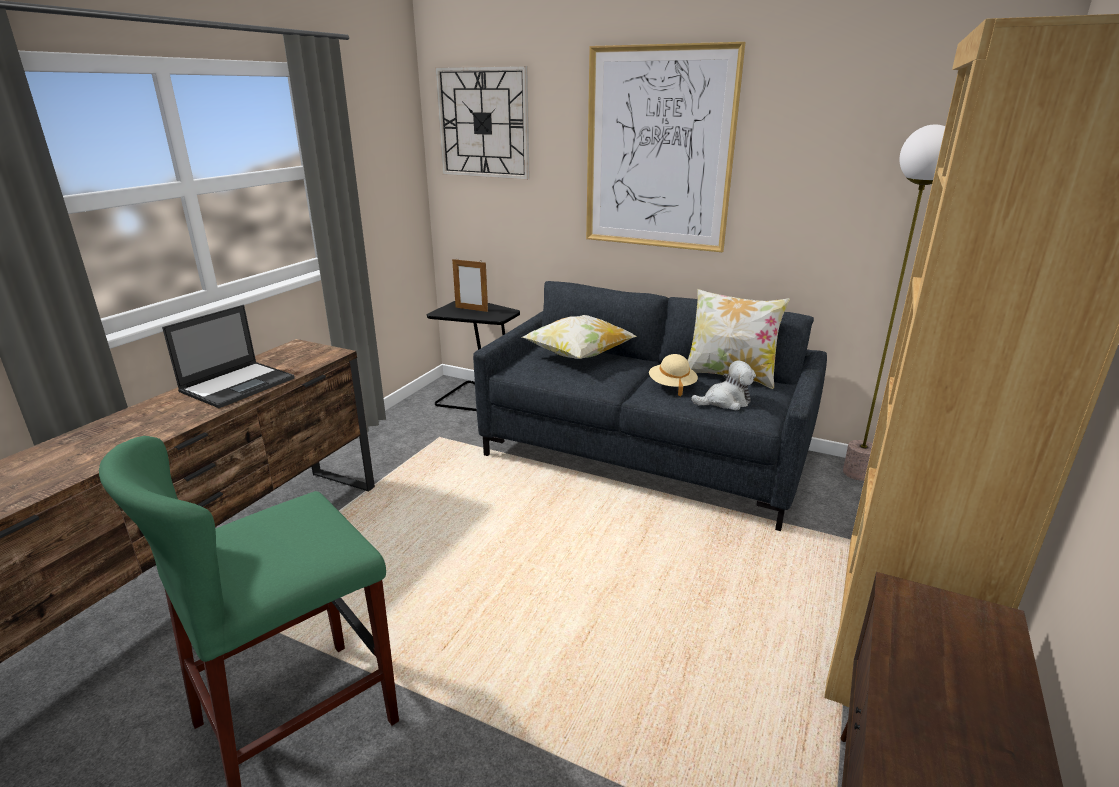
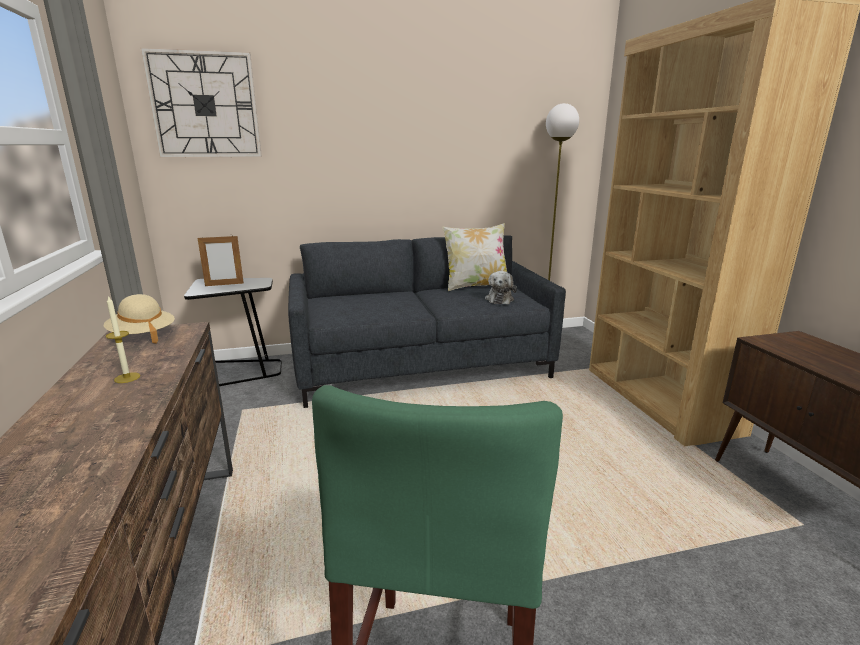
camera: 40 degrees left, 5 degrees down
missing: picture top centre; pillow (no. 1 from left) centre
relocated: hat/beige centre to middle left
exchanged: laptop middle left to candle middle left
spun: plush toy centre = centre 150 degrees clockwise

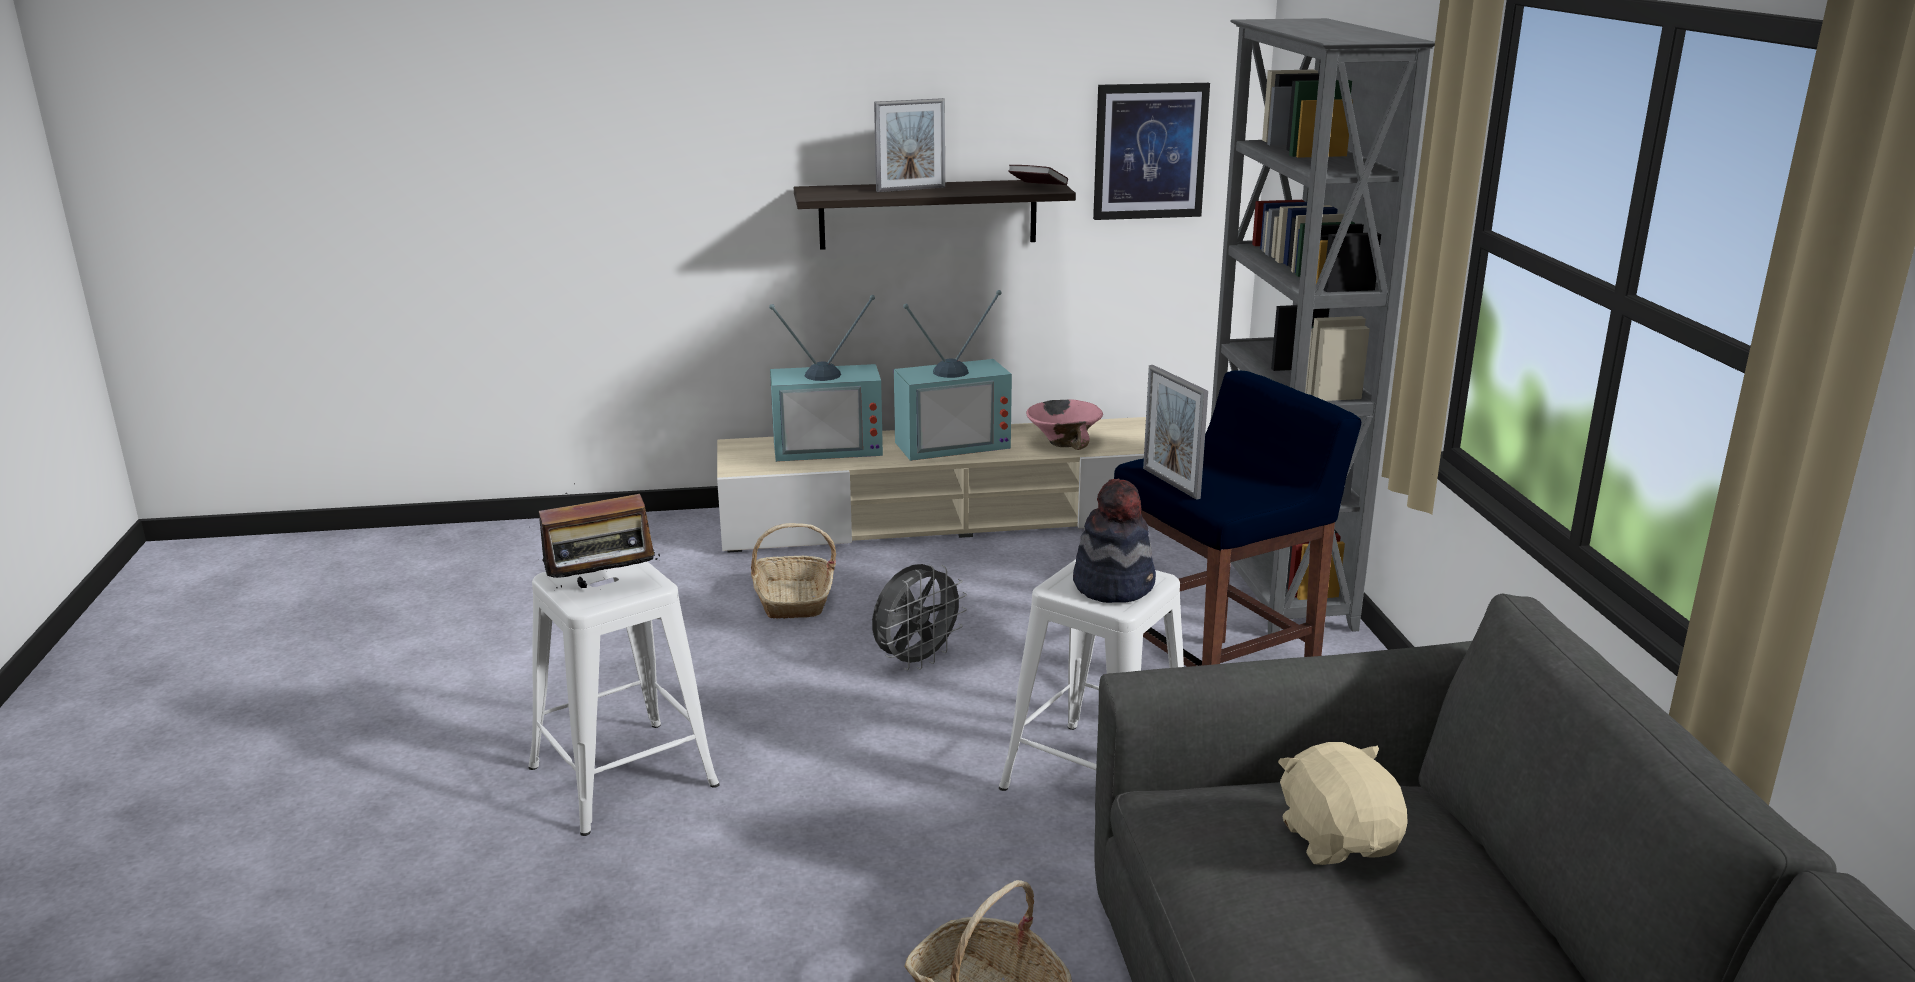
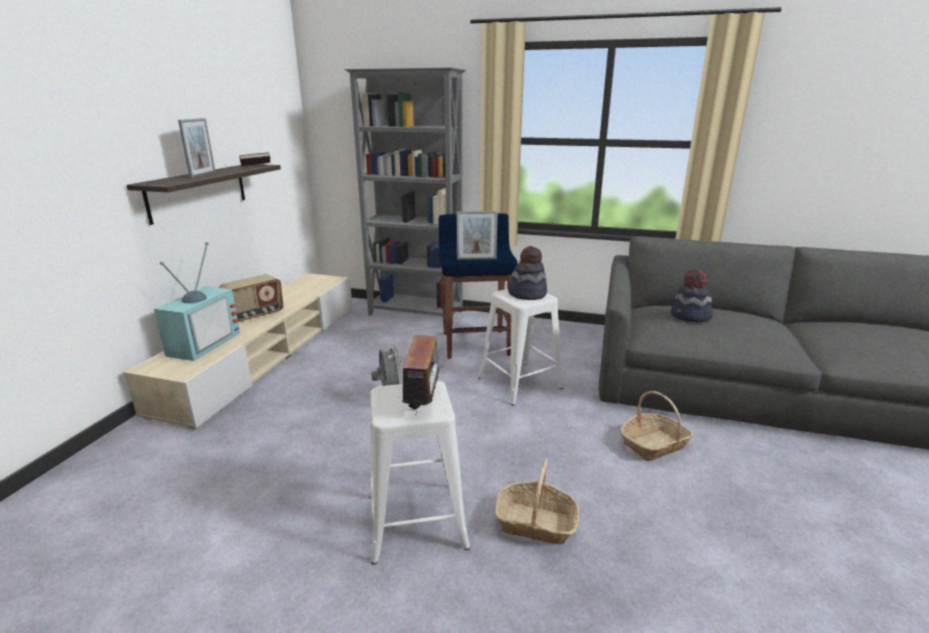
camera: 65 degrees left, 0 degrees up
missing: picture top centre; bowl/pink centre
relocated: basket (no. 1 from left) centre to bottom centre
exchanged: television (no. 2 from left) centre to radio (no. 1 from left) middle left; plush toy/beige bottom right to hat (no. 2 from left) middle right

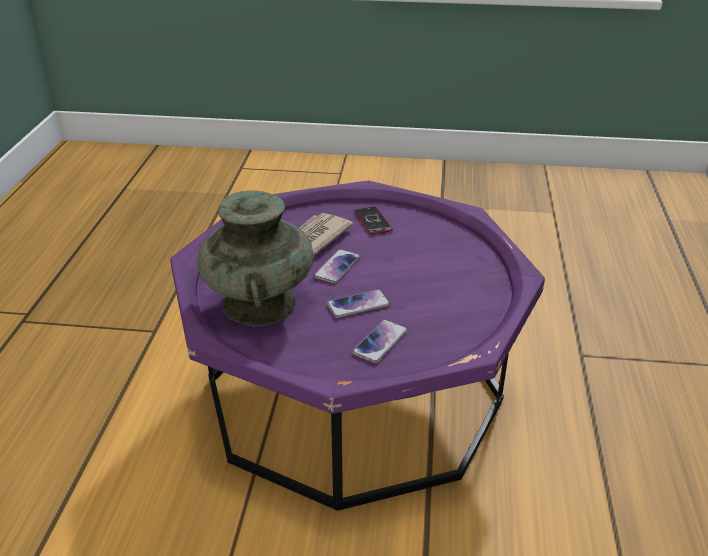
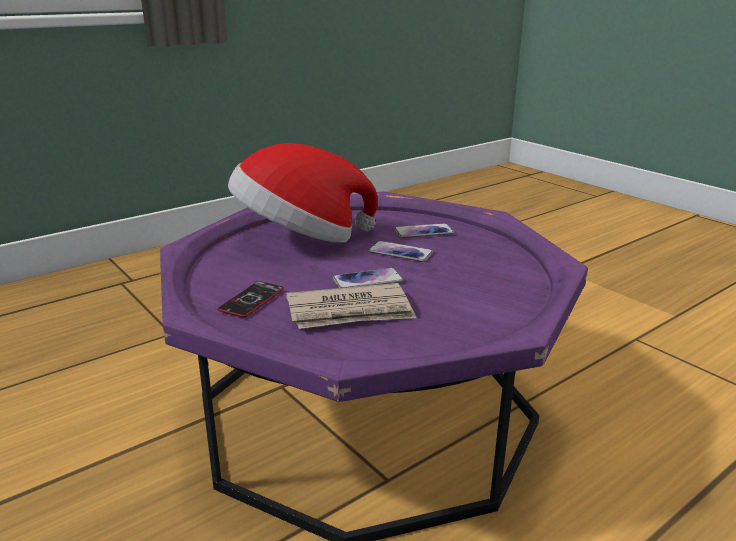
camera: 135 degrees left, 10 degrees down
missing: vase/turquoise centre
appeared: hat centre

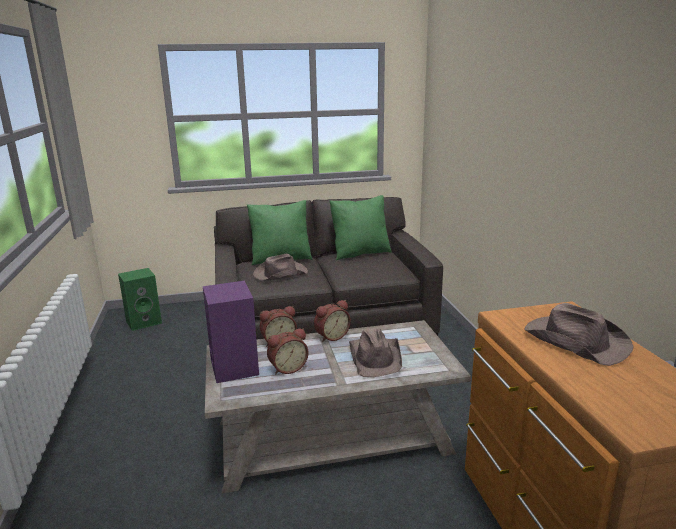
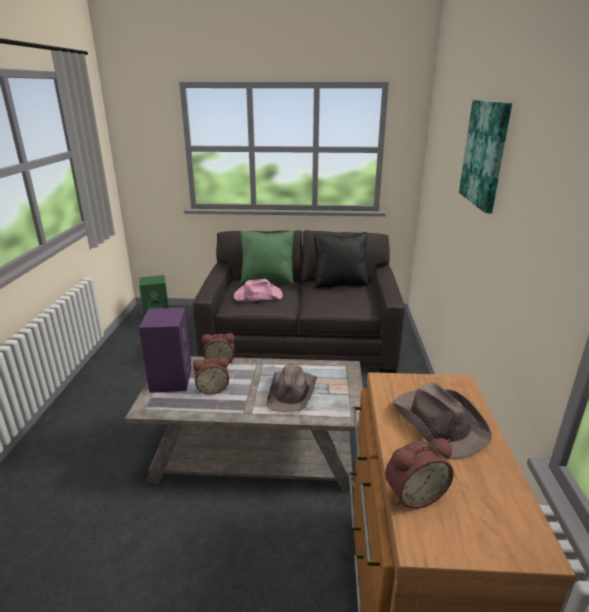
camera: 15 degrees right, 5 degrees up
appeared: picture top right
relocated: alarm clock (no. 3 from left) centre to bottom right
colour: pillow/green (no. 2 from left) centre to pillow/black centre; hat/brown (no. 1 from left) centre to hat/pink centre

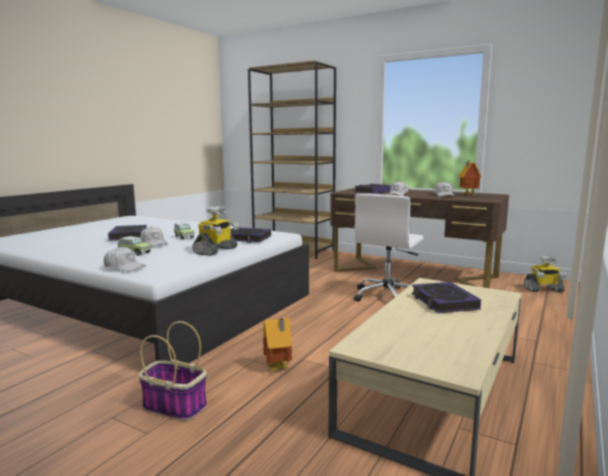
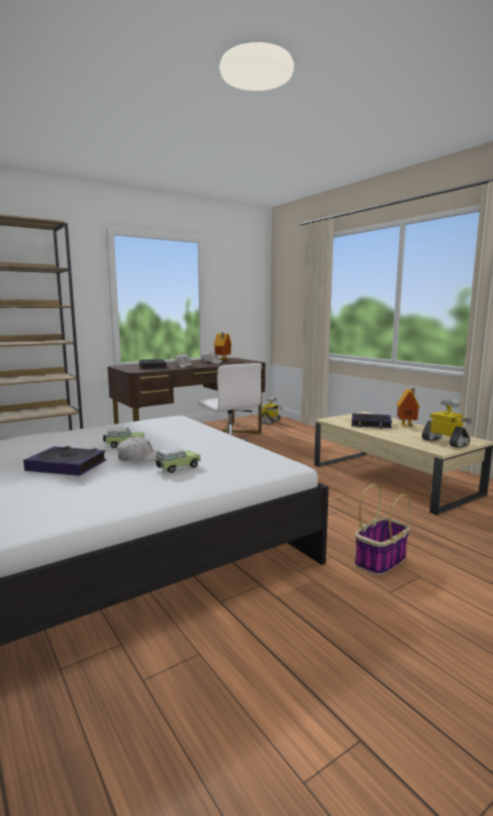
camera: 65 degrees left, 0 degrees up
missing: book (no. 2 from left) centre; cap/white (no. 1 from left) middle left
relocated: toy robot (no. 1 from left in the first image) centre to toy robot (no. 2 from left) middle right; toy house (no. 1 from left in the first image) bottom centre to toy house (no. 2 from left) middle right

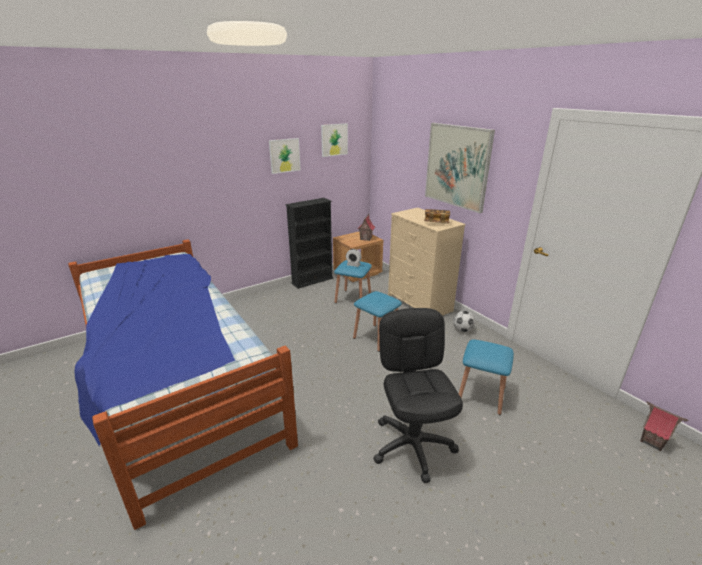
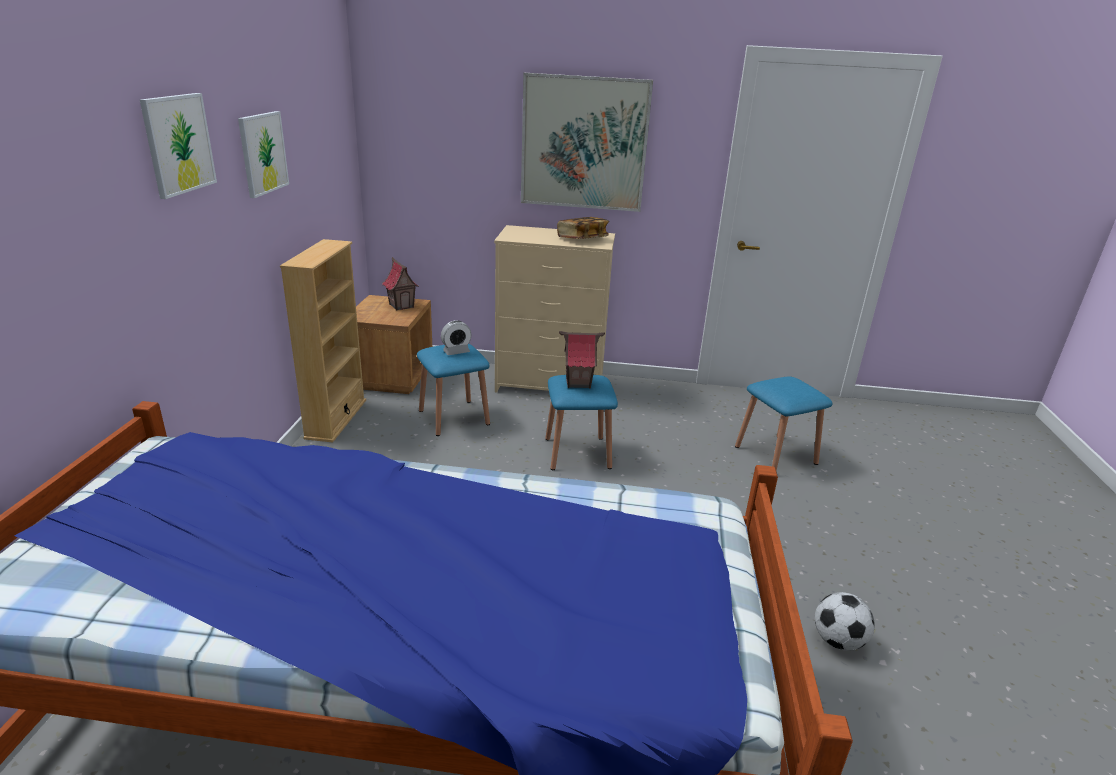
camera: 50 degrees left, 0 degrees up
missing: office chair/black bottom centre
relocated: picture (no. 2 from left in the first image) top centre to picture (no. 1 from left) top left; football centre to bottom right; toy house (no. 2 from left) bottom right to centre
colour: bookcase/black centre to bookcase/beige middle left

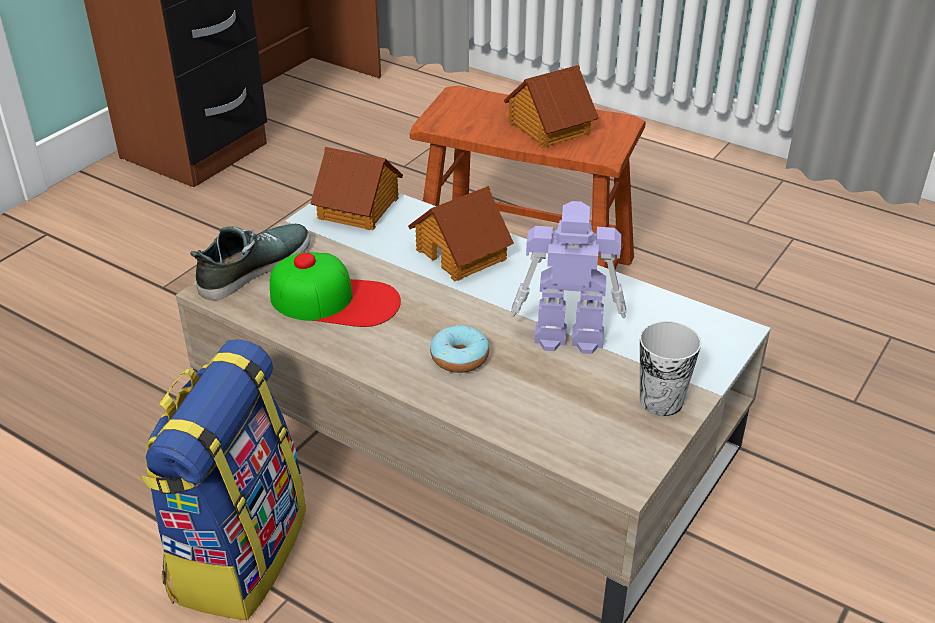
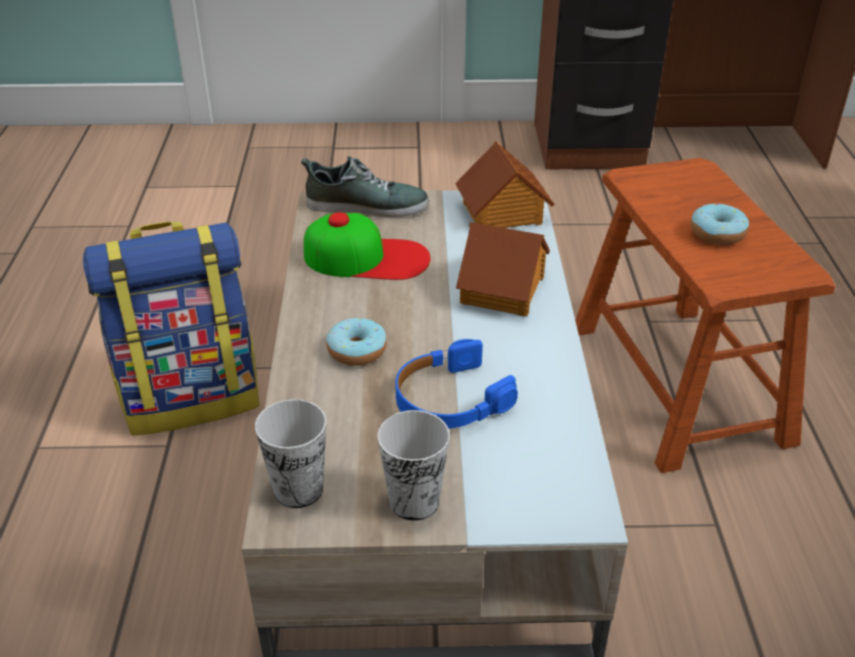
camera: 55 degrees right, 0 degrees up
appeared: cup (no. 1 from left) bottom centre
exchanged: toy house (no. 3 from left) top centre to donut (no. 2 from left) middle right; toy robot centre to headphones/blue centre
spun: cap centre = centre 60 degrees counterclockwise

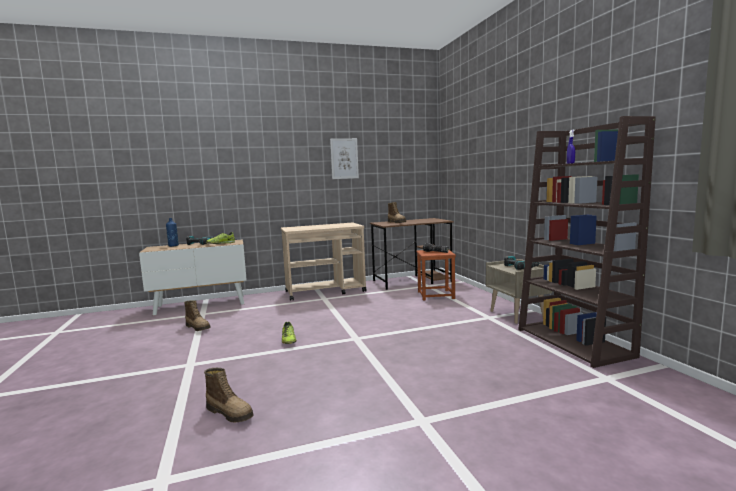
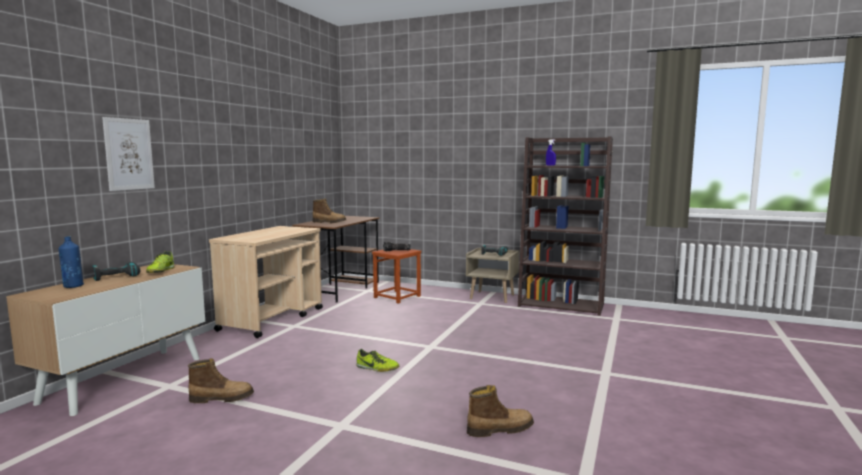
camera: 50 degrees left, 0 degrees up
relocated: picture top centre to top left

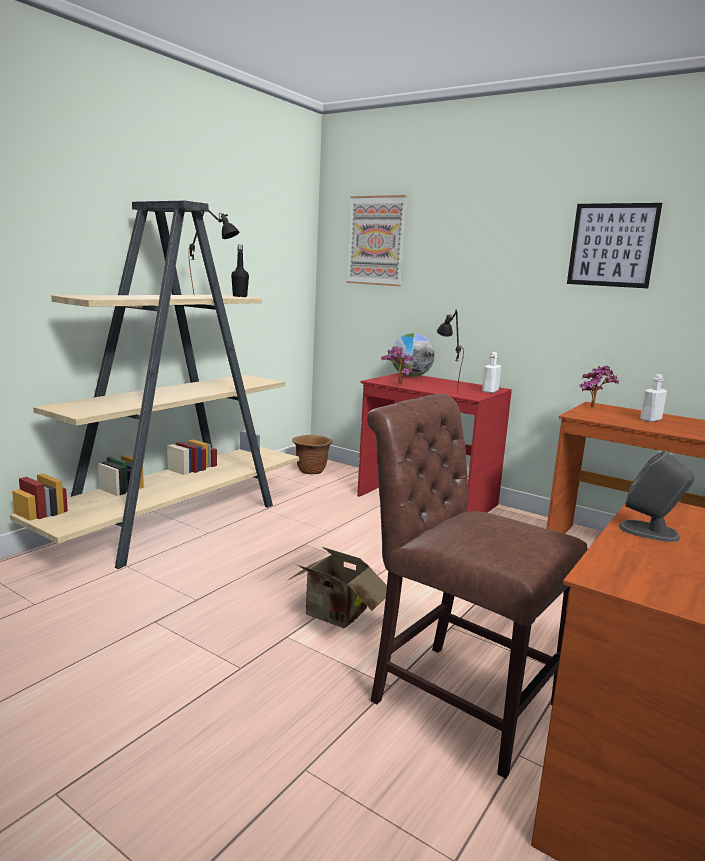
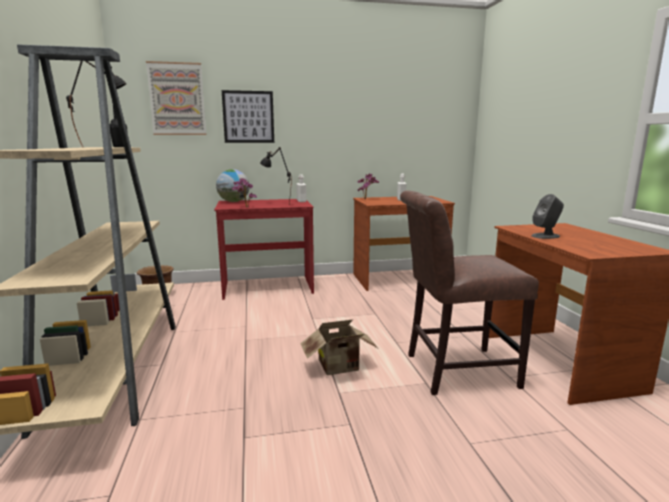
camera: 45 degrees left, 0 degrees up
relocated: picture (no. 2 from left) top right to top centre

